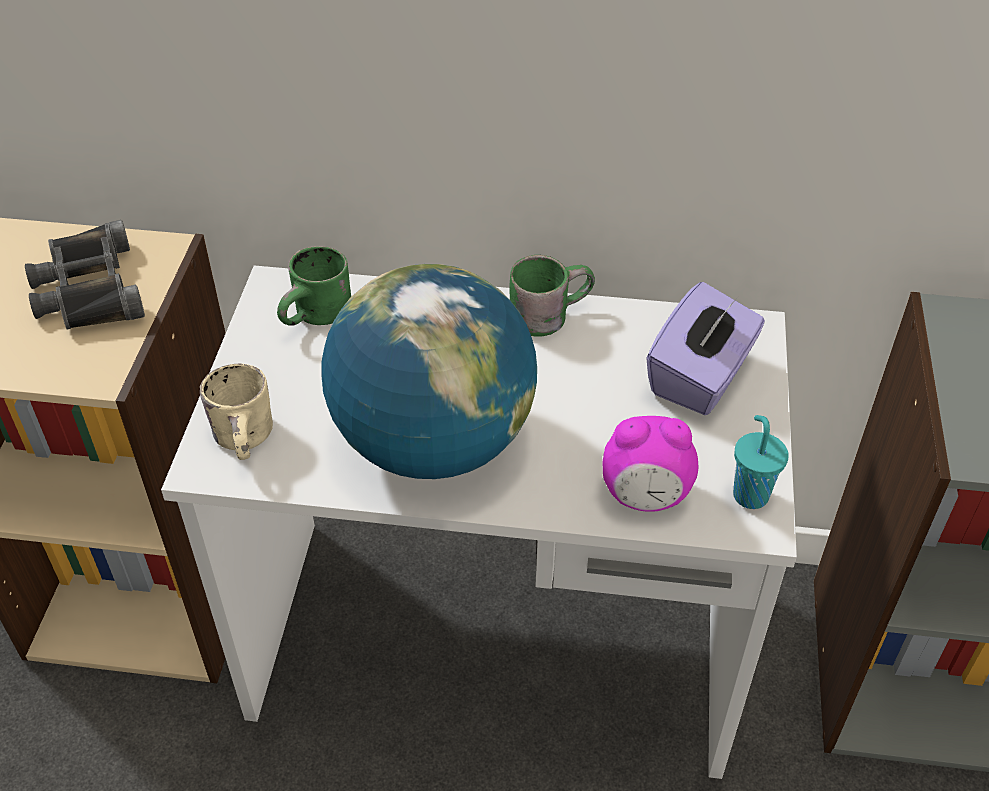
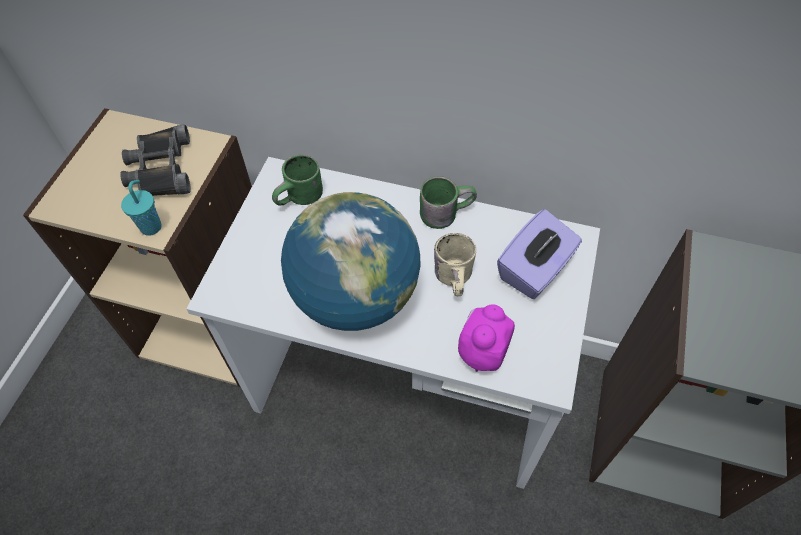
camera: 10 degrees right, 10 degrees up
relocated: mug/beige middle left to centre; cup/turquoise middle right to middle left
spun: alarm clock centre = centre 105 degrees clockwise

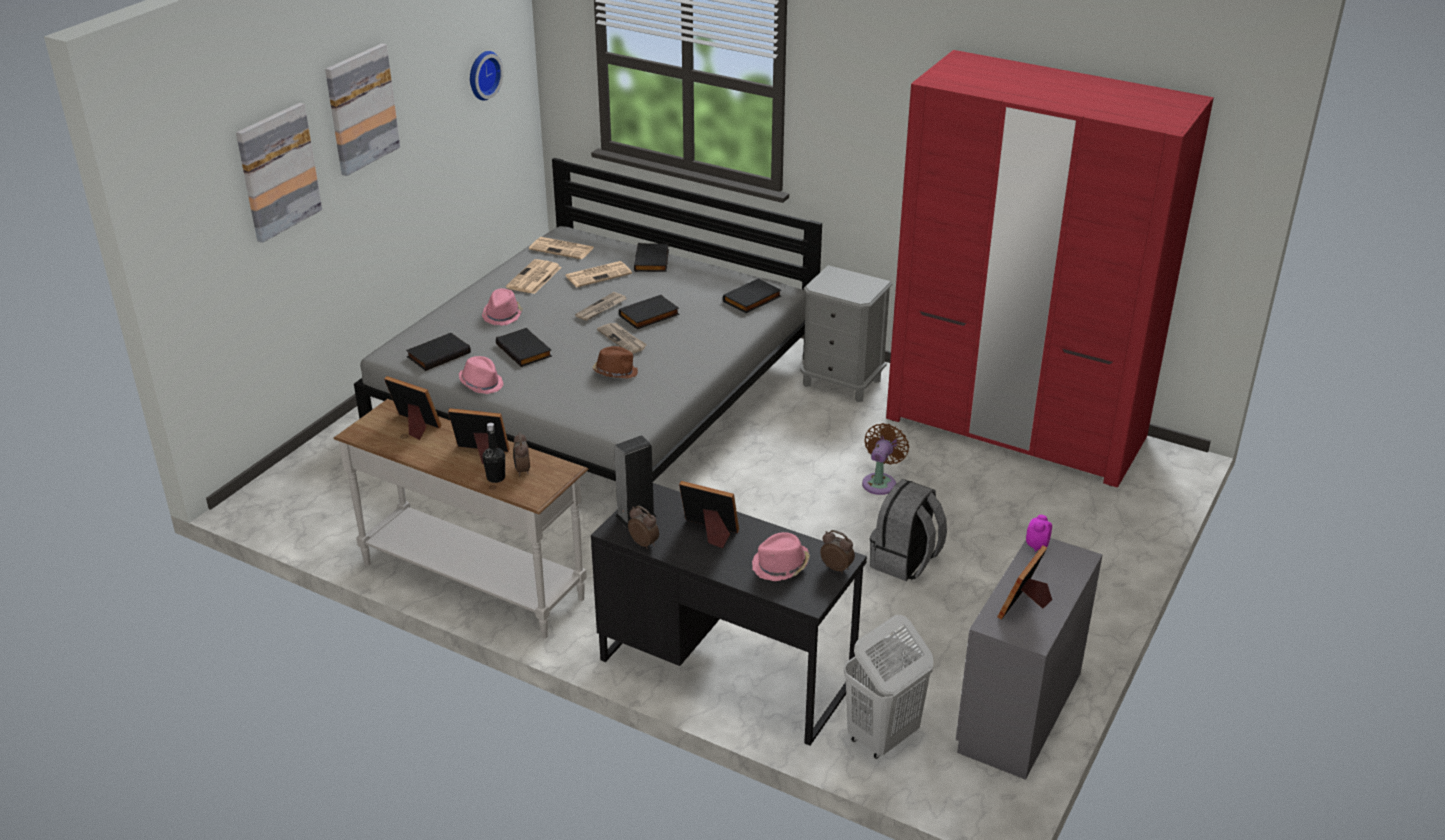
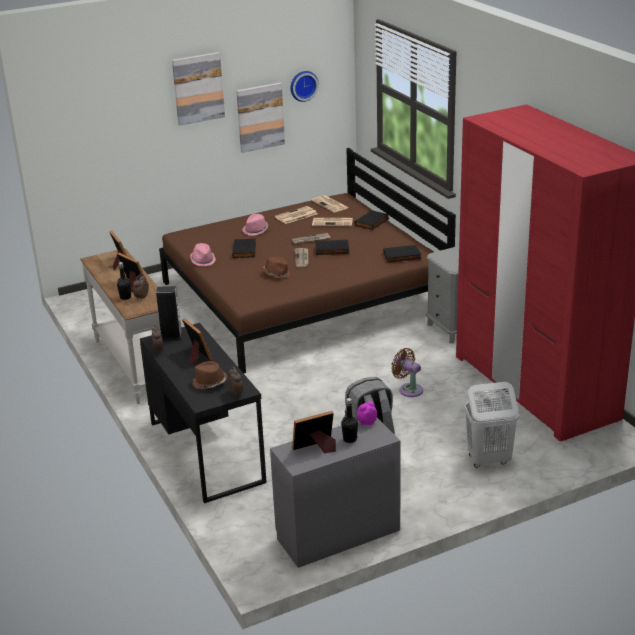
camera: 35 degrees right, 5 degrees down
missing: book/black (no. 1 from left) middle left
appeared: bottle/black (no. 2 from left) centre
relocated: picture (no. 1 from left in the first image) top left to picture (no. 2 from left) top centre; laundry basket/white bottom centre to bottom right
colour: bed/grey centre to bed/brown centre; hat/pink (no. 3 from left) centre to hat/brown (no. 1 from left) middle left
spun: fan/brown centre = centre 105 degrees counterclockwise

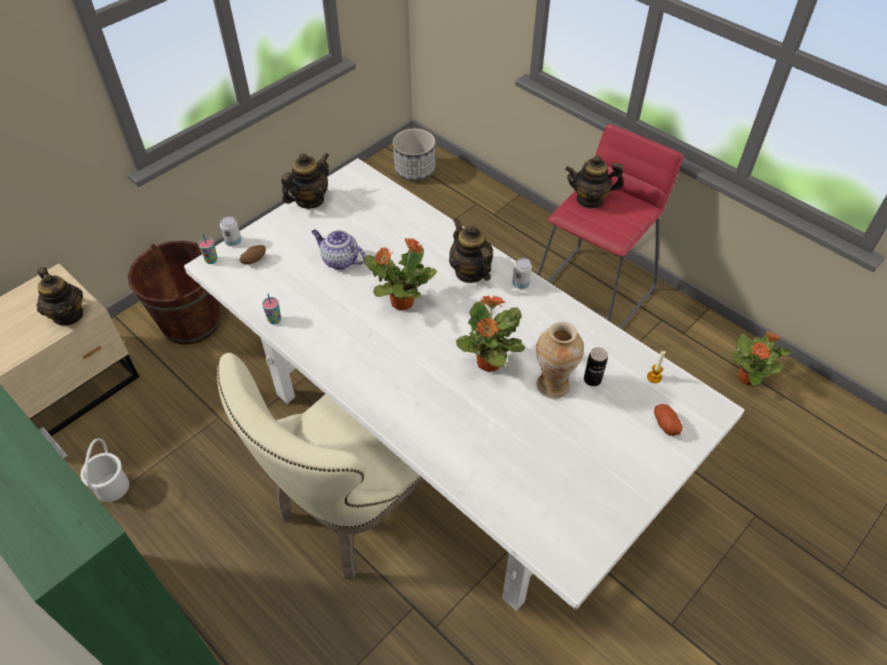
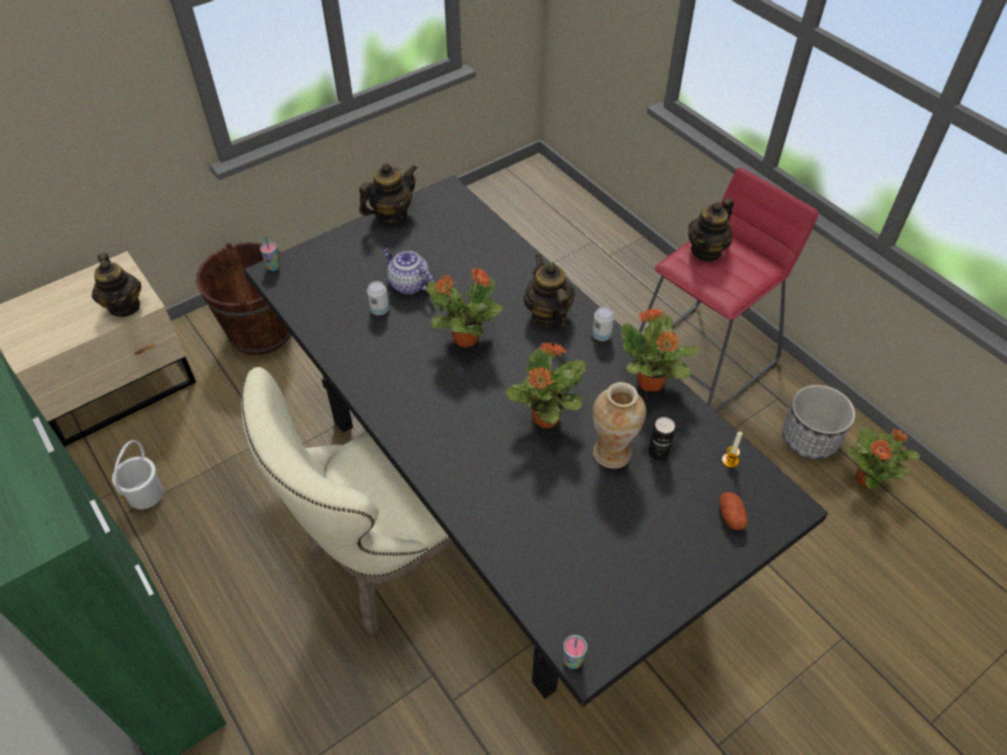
camera: 10 degrees right, 0 degrees up
missing: potato (no. 1 from left) middle left
appeared: potted plant (no. 3 from left) centre
relocated: planter top centre to middle right; can (no. 1 from left) middle left to centre; cup (no. 2 from left) middle left to bottom centre
colour: dining table/white centre to dining table/black centre
spun: teapot (no. 5 from left) top right = top right 60 degrees counterclockwise

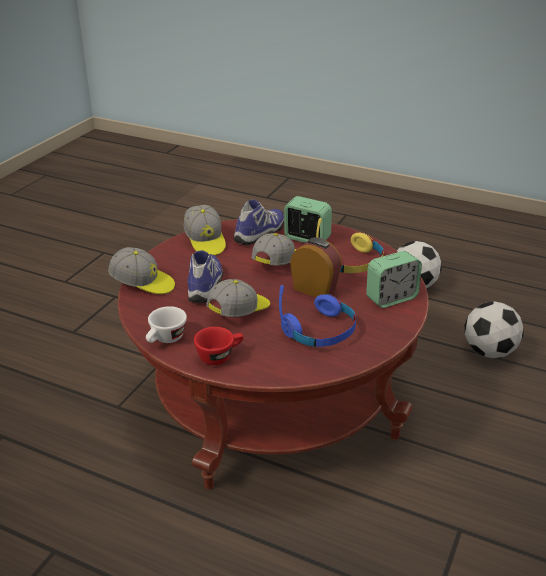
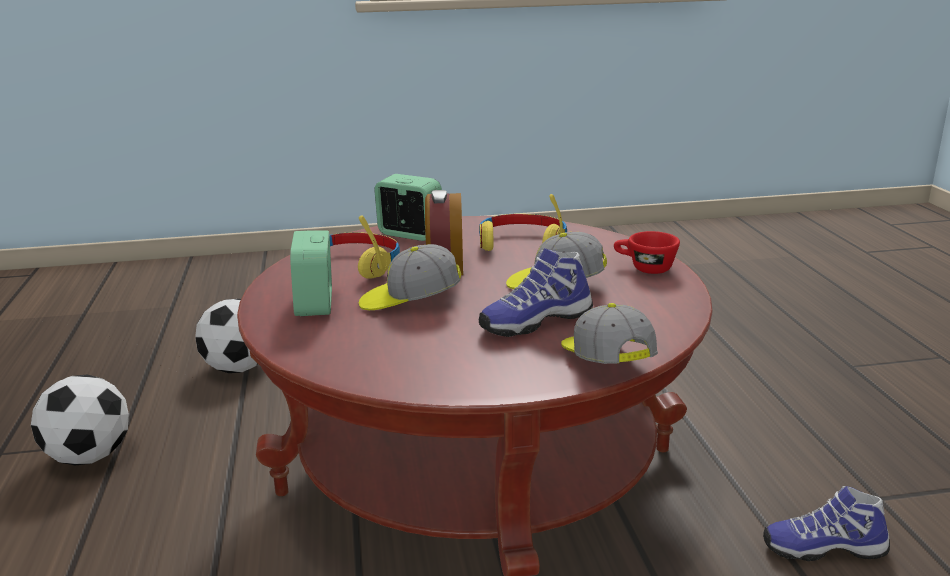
camera: 125 degrees left, 10 degrees down
missing: cap (no. 2 from left) centre; cup/white middle left
relocated: shoe (no. 2 from left) centre to bottom right
colour: headphones/blue centre to headphones/yellow (no. 2 from left) centre

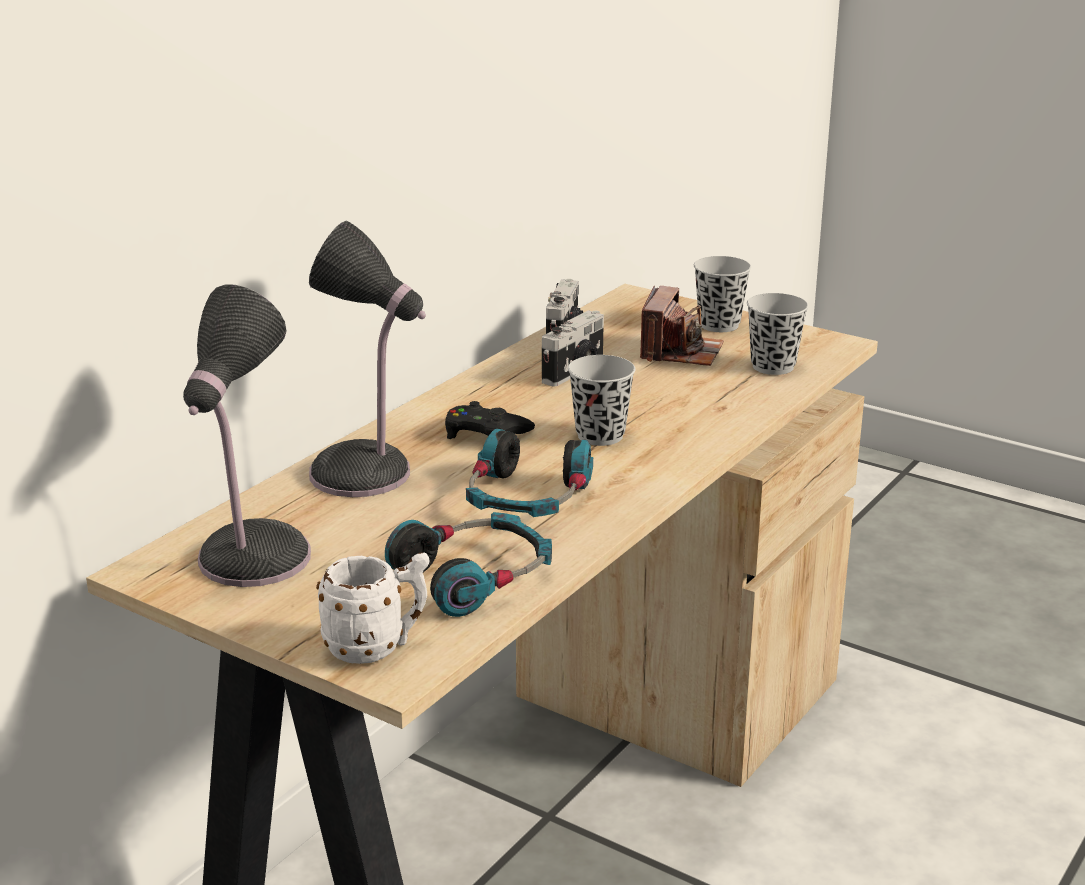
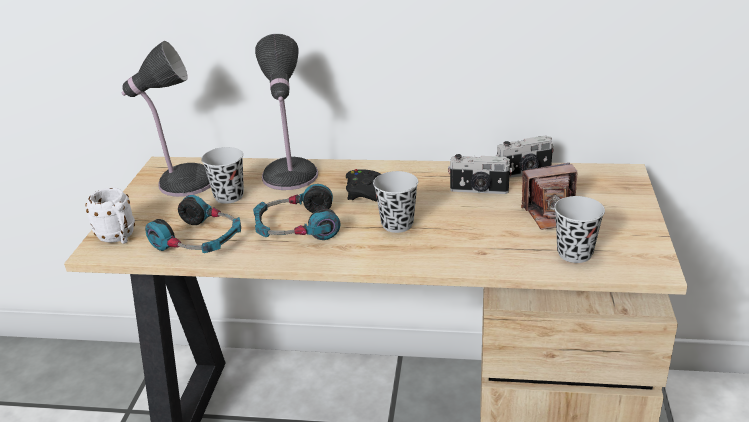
camera: 65 degrees right, 5 degrees up
relocated: cup/black (no. 2 from left in the first image) top centre to cup/black (no. 1 from left) middle left

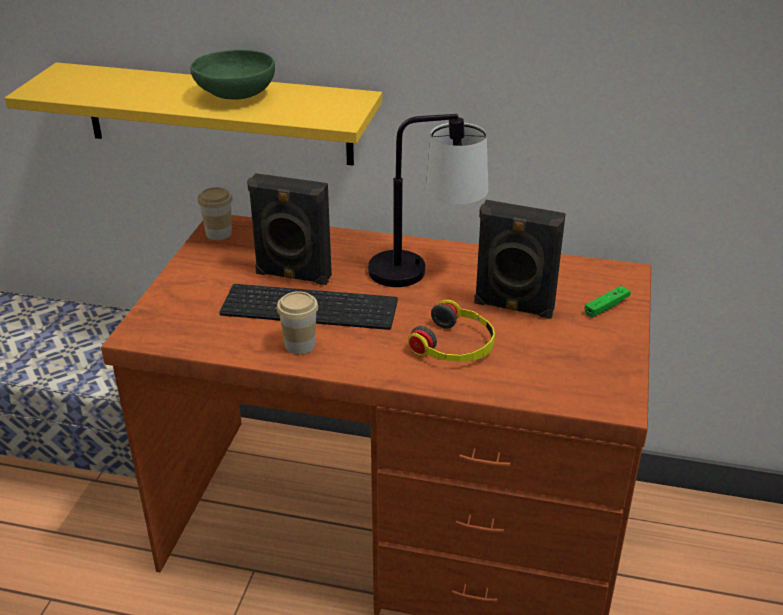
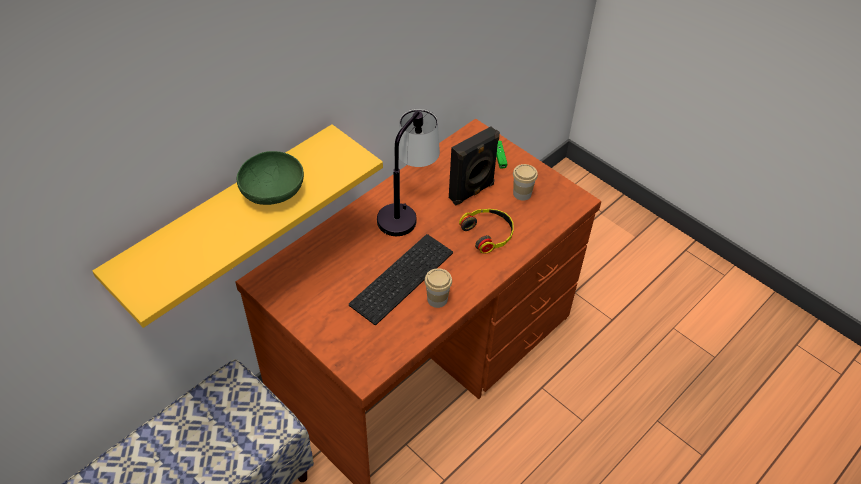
camera: 60 degrees left, 15 degrees up
missing: speaker/black (no. 1 from left) centre
relocated: cup (no. 1 from left in the first image) middle left to cup (no. 2 from left) centre

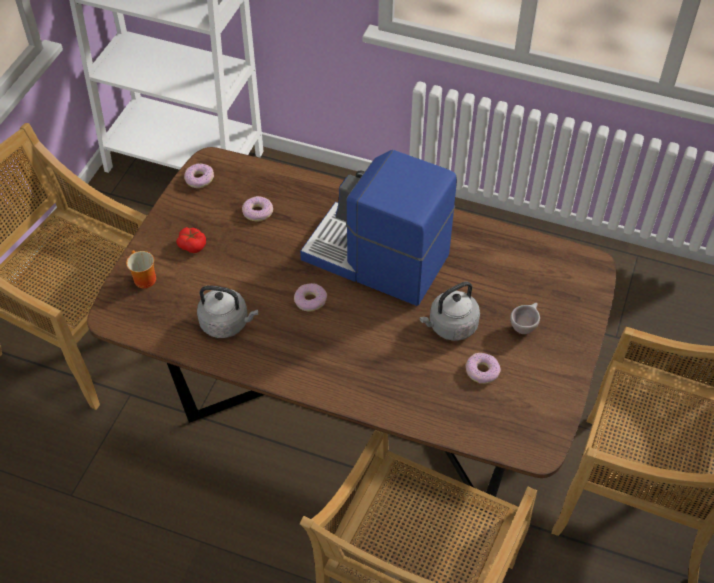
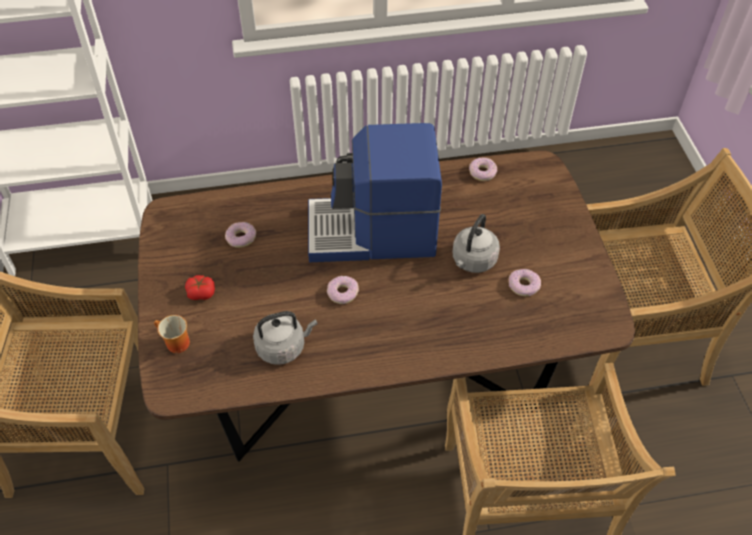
camera: 30 degrees left, 0 degrees up
missing: cup/beige middle right
relocated: donut (no. 1 from left in the first image) top left to donut (no. 3 from left) top centre

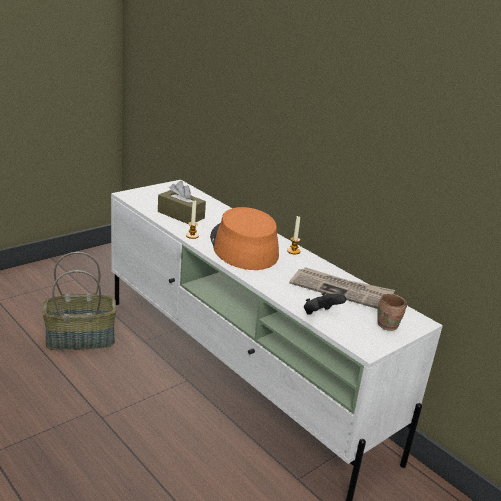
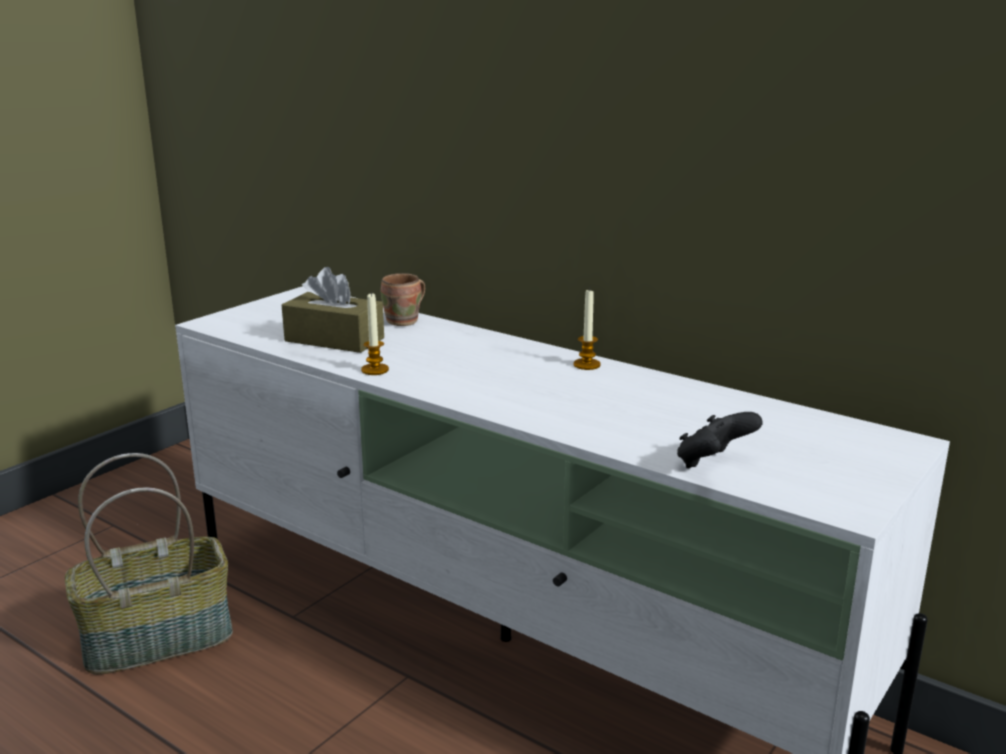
camera: 10 degrees left, 5 degrees down
missing: hat/orange centre; newspaper middle right
relocated: mug/brown middle right to centre

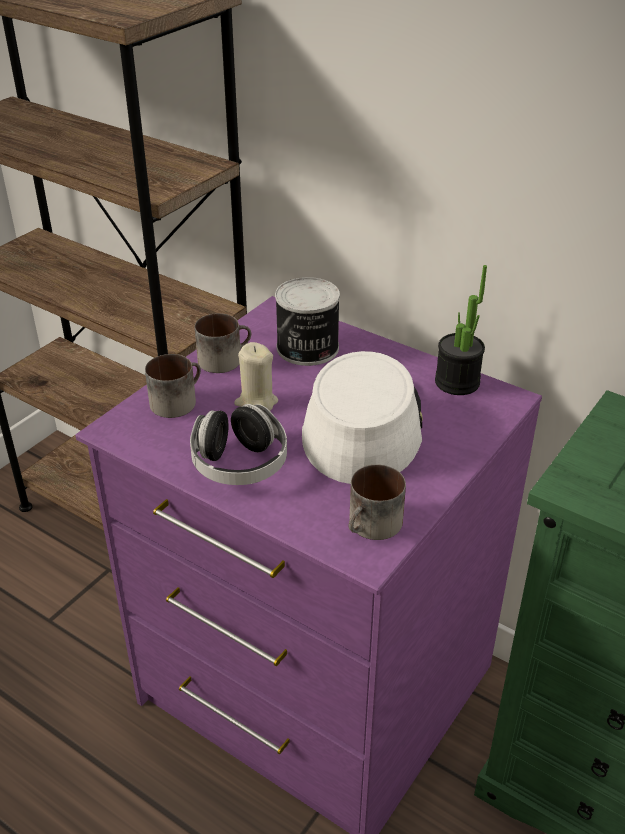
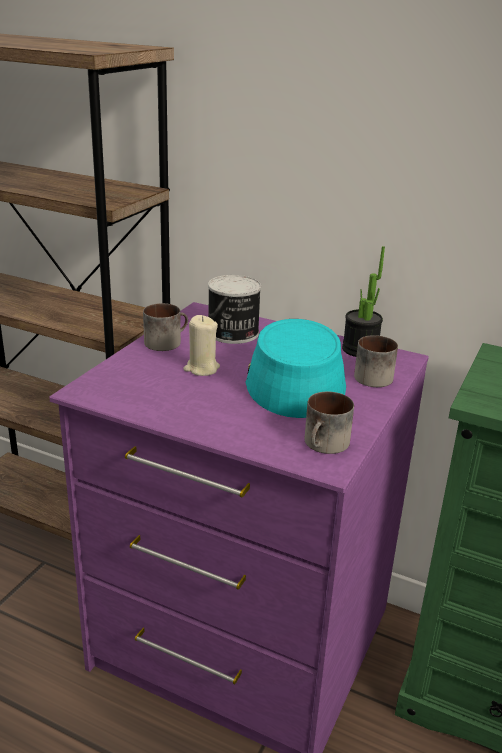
camera: 10 degrees left, 10 degrees down
missing: headphones centre
relocated: mug (no. 1 from left in the first image) middle left to mug (no. 3 from left) middle right
colour: hat/white centre to hat/turquoise centre

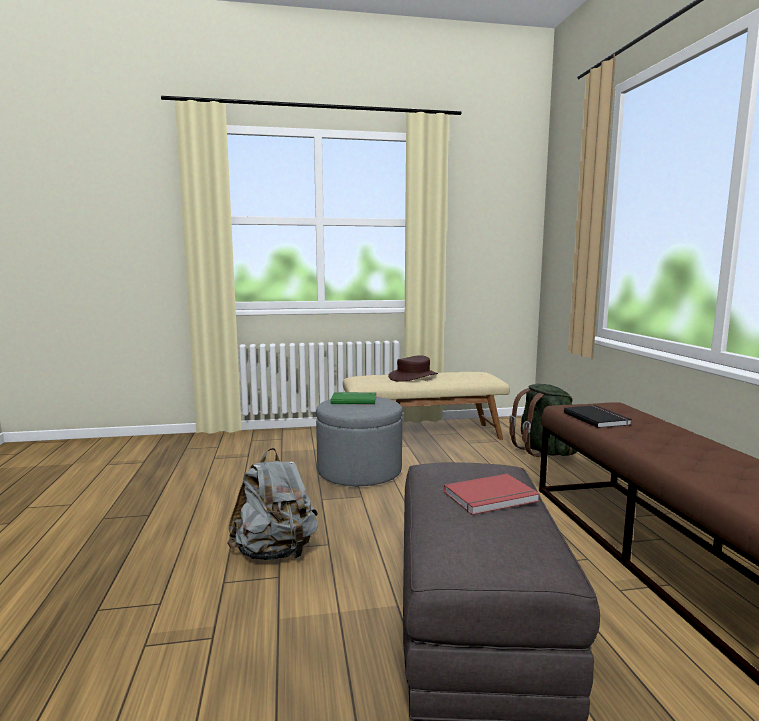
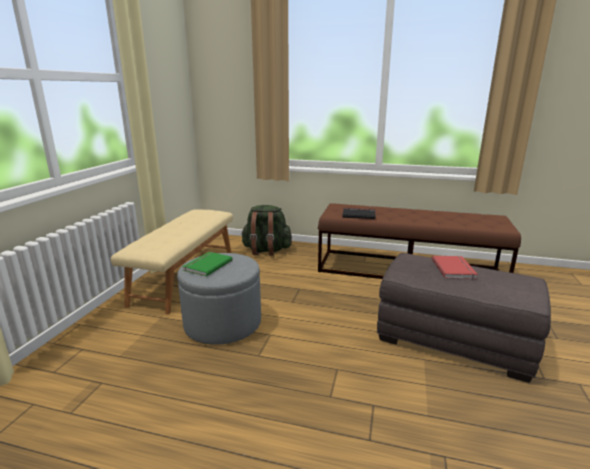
camera: 65 degrees left, 10 degrees up
missing: hat/brown centre; backpack/grey bottom centre

